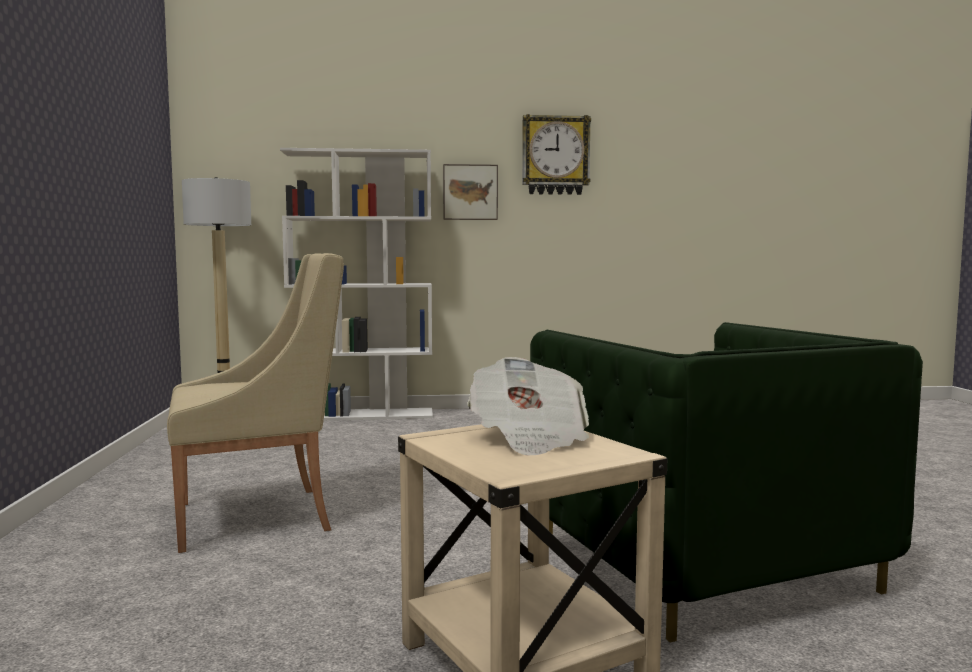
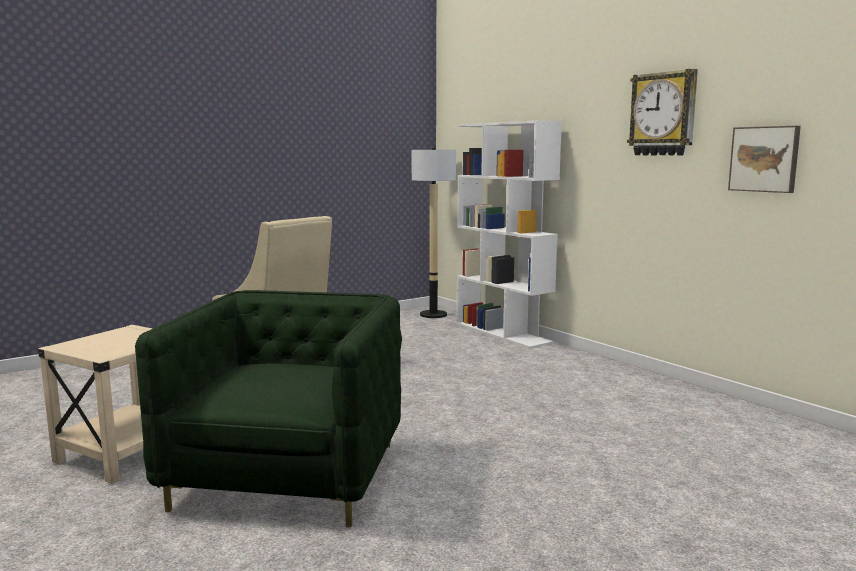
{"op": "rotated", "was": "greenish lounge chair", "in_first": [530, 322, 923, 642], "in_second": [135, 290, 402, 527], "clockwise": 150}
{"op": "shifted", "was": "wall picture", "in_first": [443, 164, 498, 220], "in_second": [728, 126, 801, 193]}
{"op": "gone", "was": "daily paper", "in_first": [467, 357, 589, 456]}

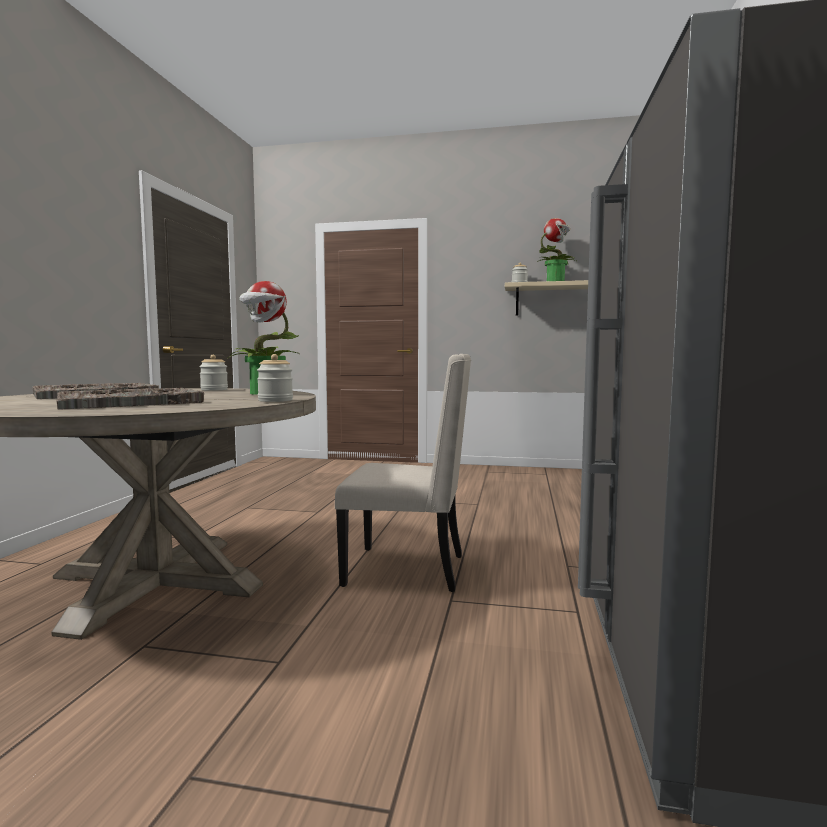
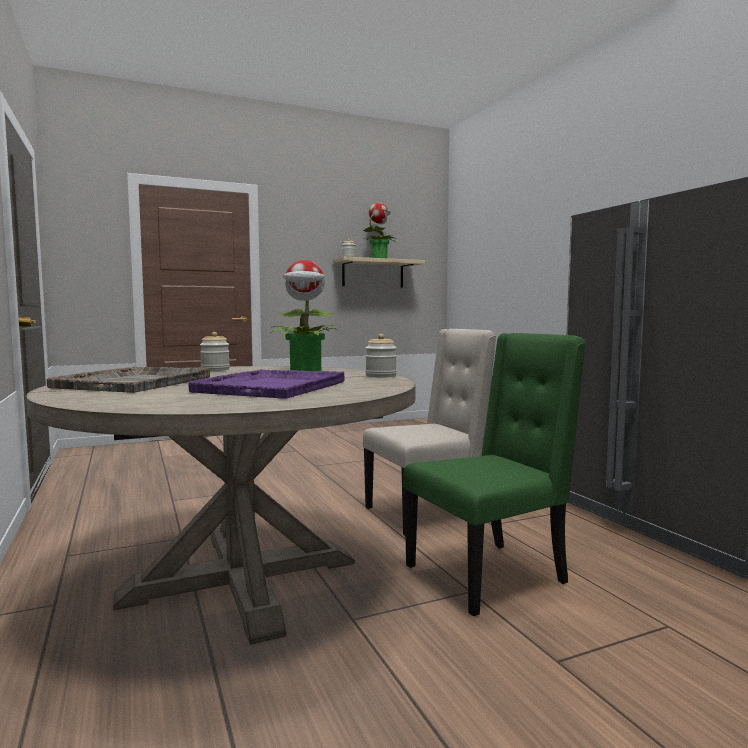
{"op": "repainted", "was": "greyish serving tray", "now": "purplish serving tray", "in_first": [57, 388, 204, 410], "in_second": [188, 369, 345, 399]}
{"op": "new", "now": "greenish chair", "in_second": [403, 333, 586, 616]}

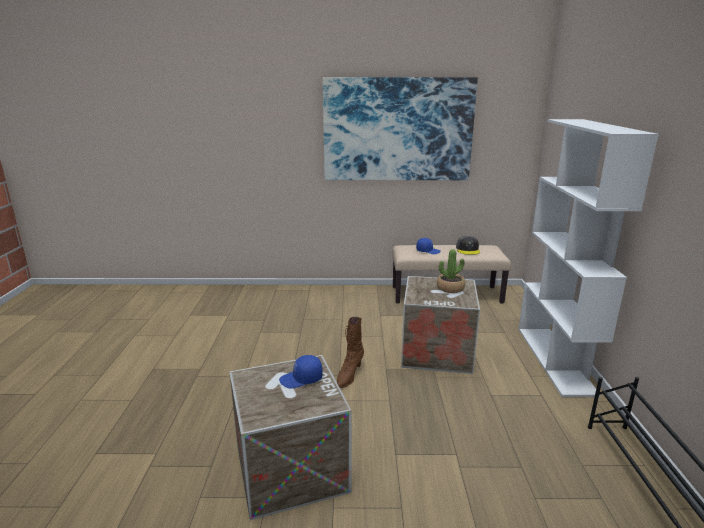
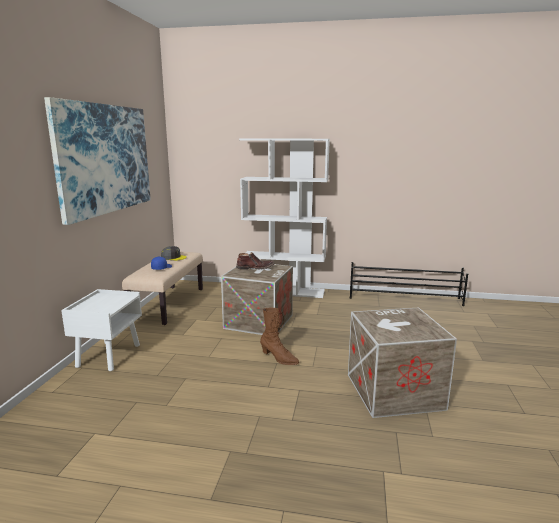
{"op": "new", "now": "white bedside table", "in_second": [61, 289, 142, 371]}
{"op": "swapped", "was": "potted plant", "now": "brown-coloured tall boot", "in_first": [437, 249, 465, 293], "in_second": [236, 252, 275, 270]}
{"op": "gone", "was": "blue cap", "in_first": [279, 355, 323, 388]}

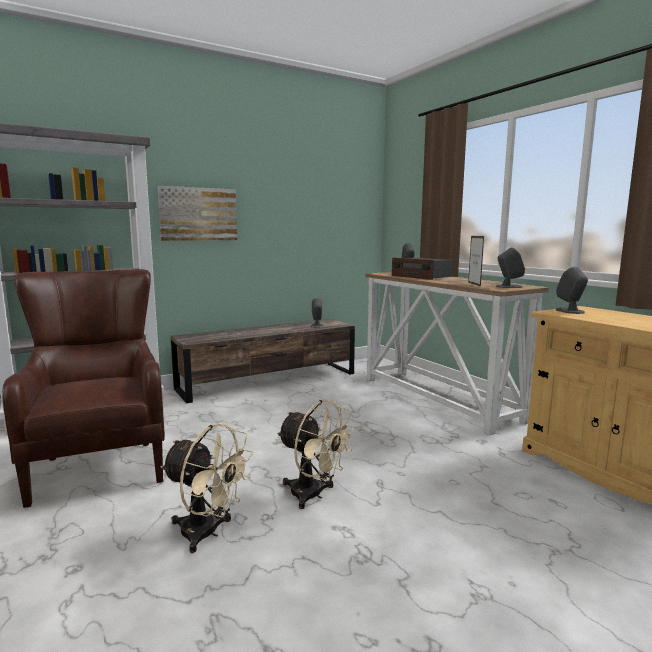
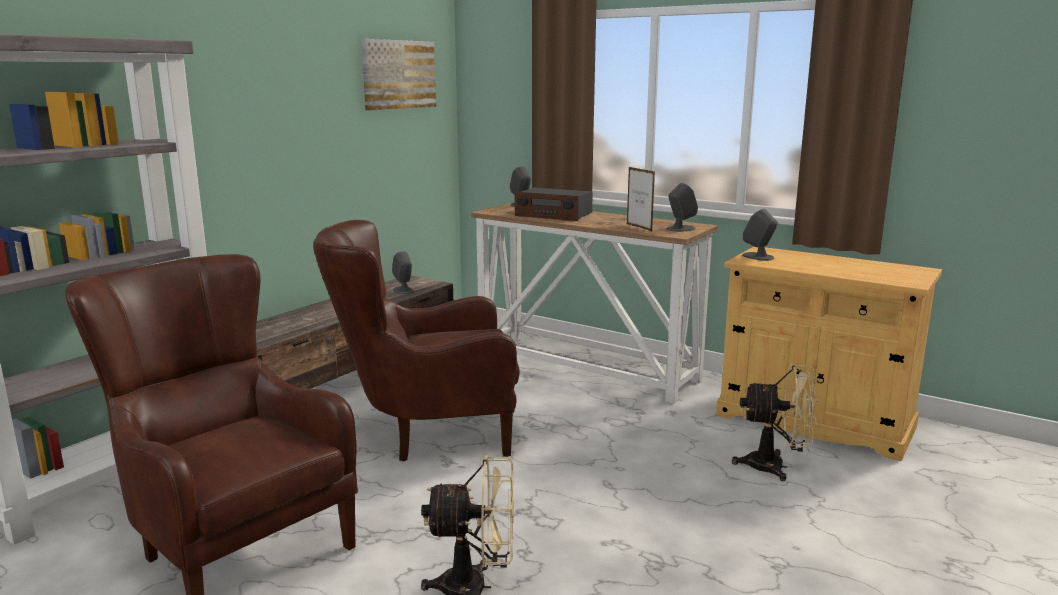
{"op": "new", "now": "brown-coloured lounge chair", "in_second": [313, 220, 520, 461]}
{"op": "shifted", "was": "wall picture", "in_first": [157, 186, 237, 241], "in_second": [361, 39, 436, 111]}
{"op": "shifted", "was": "sand-coloured electric fan", "in_first": [277, 400, 356, 509], "in_second": [732, 364, 819, 481]}

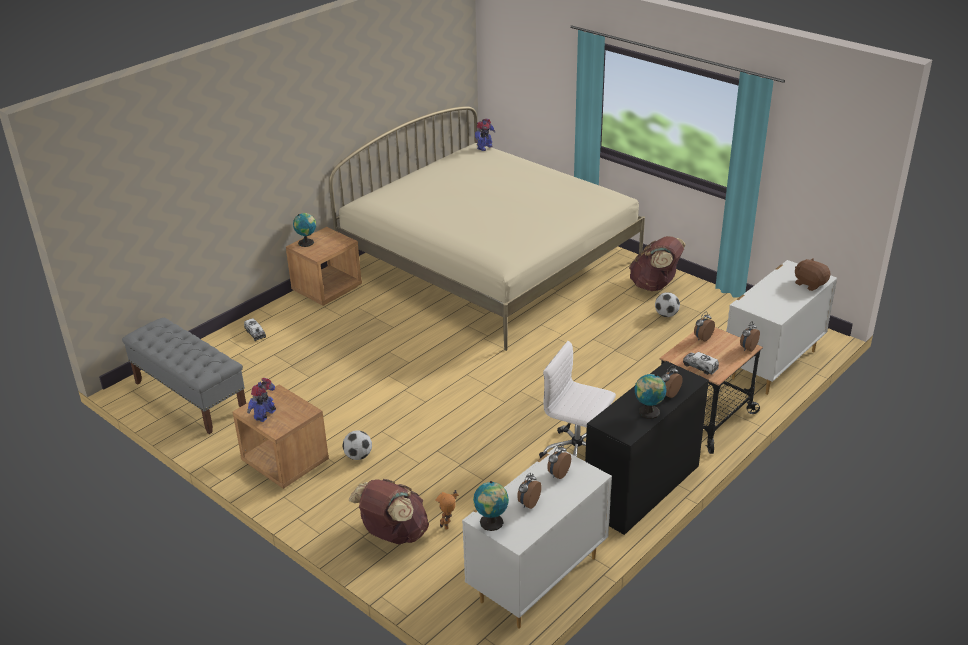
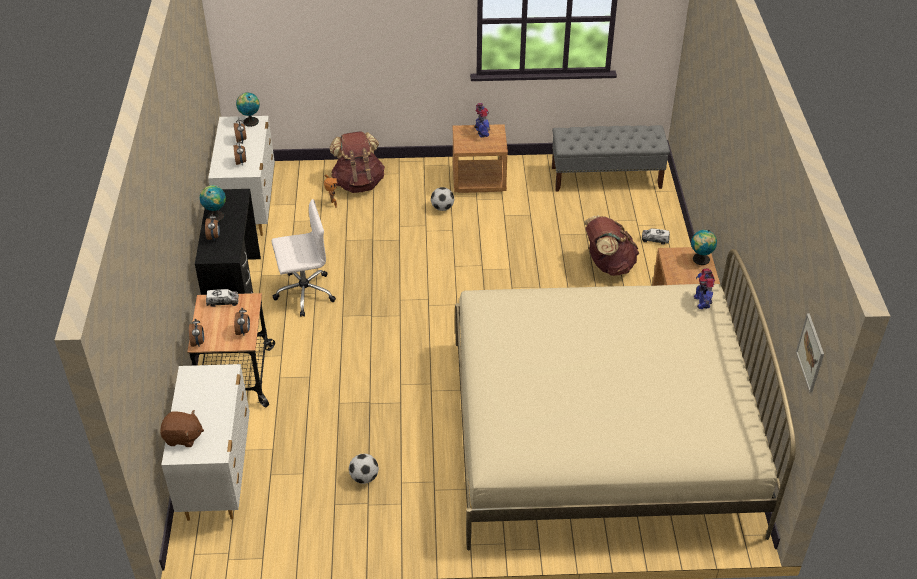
{"op": "shifted", "was": "brown-coloured backpack", "in_first": [629, 236, 686, 291], "in_second": [584, 215, 639, 276]}
{"op": "shifted", "was": "toy robot", "in_first": [475, 119, 496, 151], "in_second": [694, 269, 715, 309]}
{"op": "new", "now": "wall picture", "in_second": [796, 314, 824, 392]}

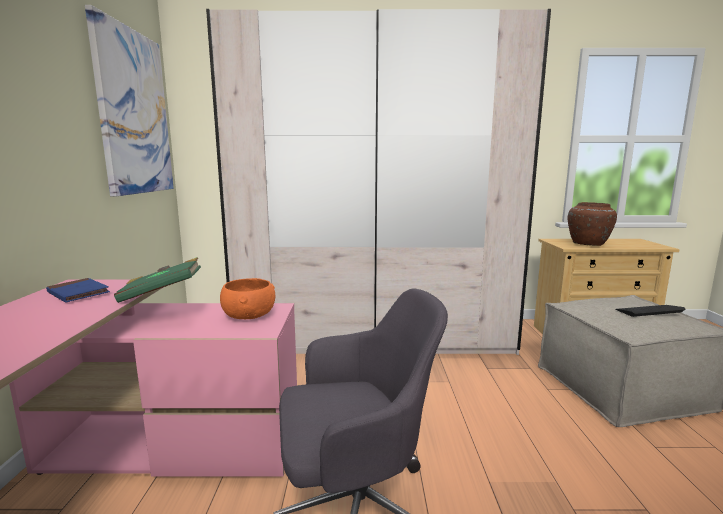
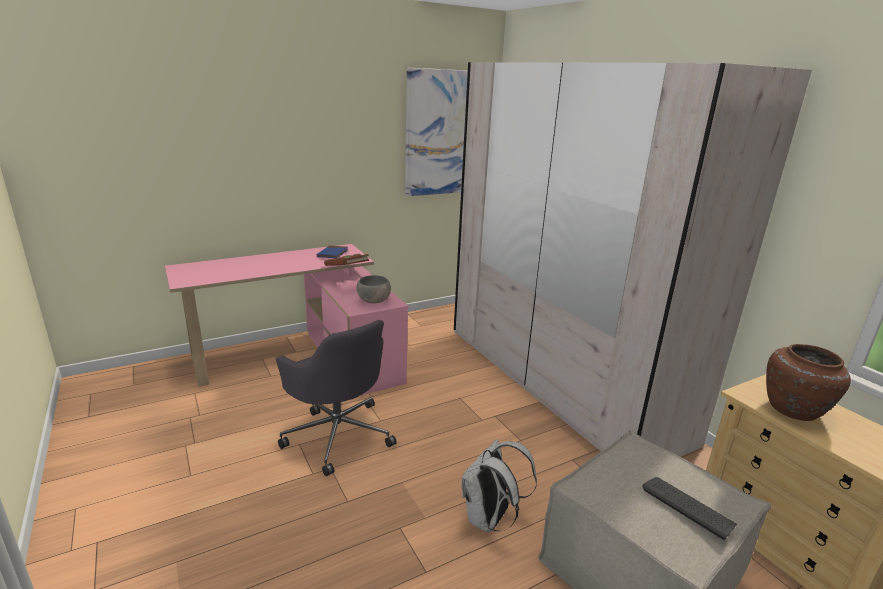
{"op": "repainted", "was": "greenish bound book", "now": "brown-coloured bound book", "in_first": [114, 257, 201, 303], "in_second": [324, 254, 369, 266]}
{"op": "repainted", "was": "orangey bowl", "now": "greyish bowl", "in_first": [220, 278, 275, 320], "in_second": [357, 275, 391, 303]}
{"op": "new", "now": "white backpack", "in_second": [461, 439, 537, 532]}

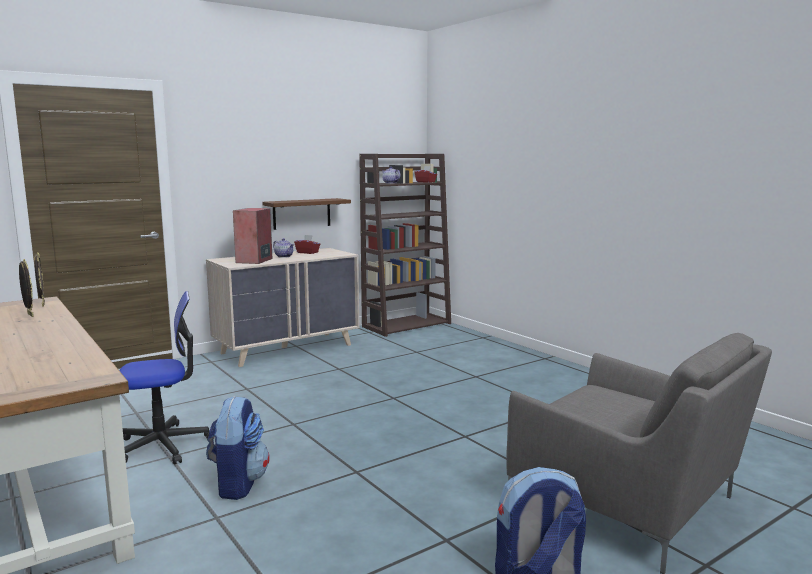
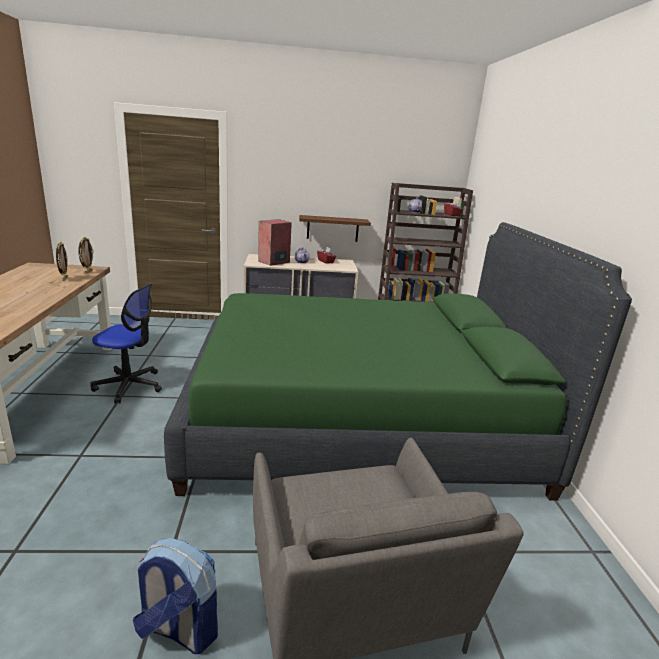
{"op": "new", "now": "greenish bedroom bed", "in_second": [164, 222, 632, 501]}
{"op": "gone", "was": "backpack", "in_first": [206, 396, 270, 500]}

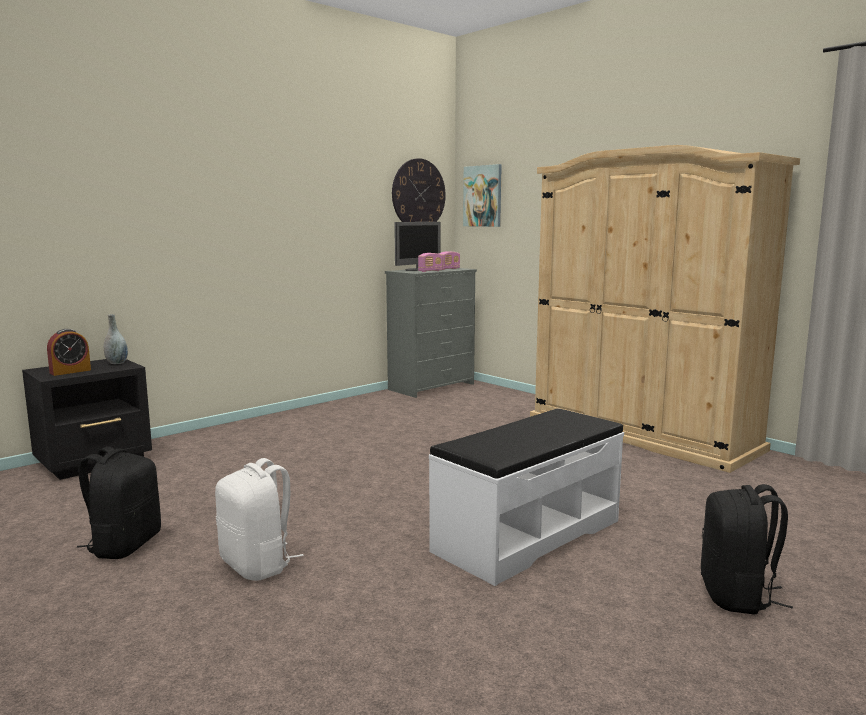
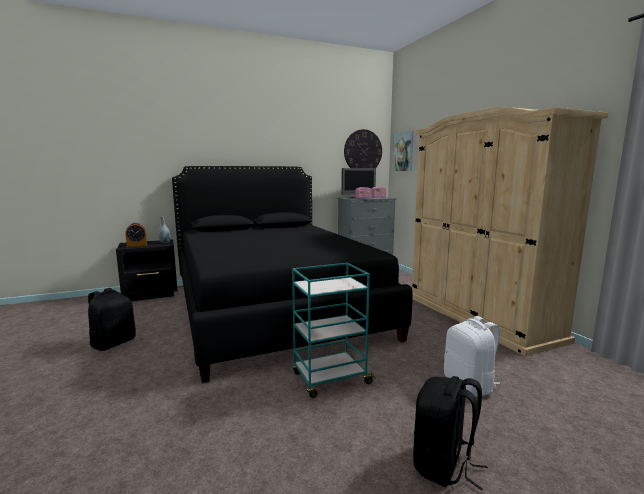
{"op": "new", "now": "blackish bedroom bed", "in_second": [172, 166, 413, 383]}
{"op": "swapped", "was": "white bench", "now": "turquoise wheeled cart", "in_first": [429, 408, 624, 586], "in_second": [292, 263, 376, 398]}
{"op": "shifted", "was": "white backpack", "in_first": [215, 458, 304, 581], "in_second": [444, 316, 500, 397]}

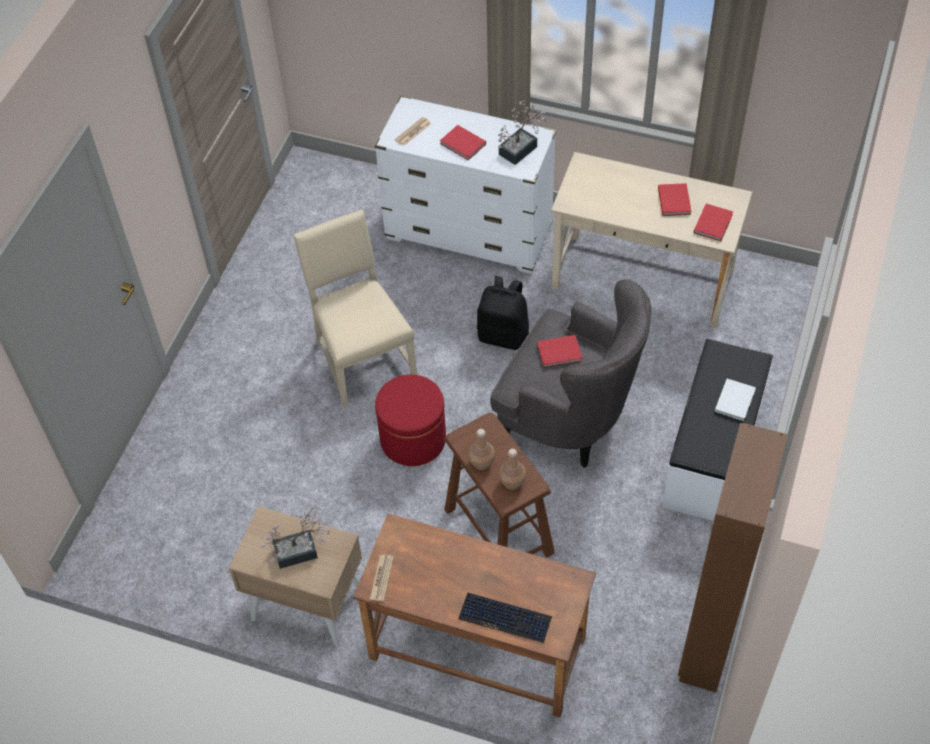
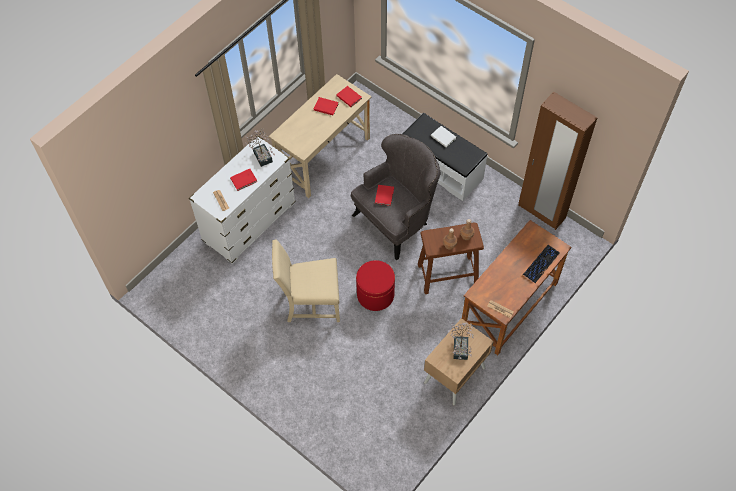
{"op": "gone", "was": "blackish backpack", "in_first": [477, 276, 529, 350]}

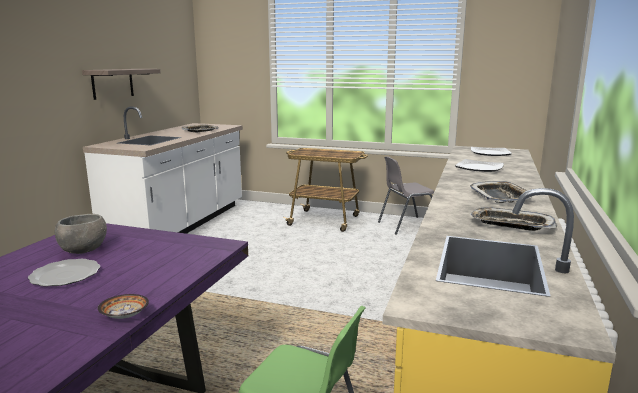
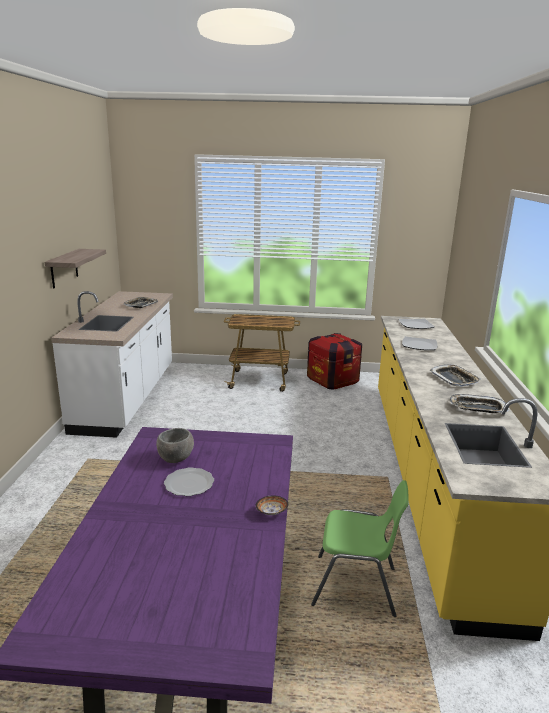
{"op": "swapped", "was": "greyish chair", "now": "packing crate", "in_first": [378, 156, 434, 235], "in_second": [307, 333, 362, 390]}

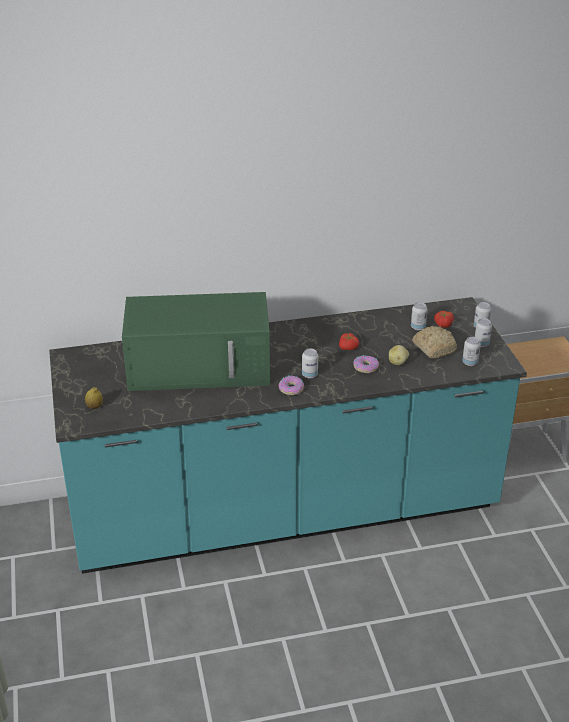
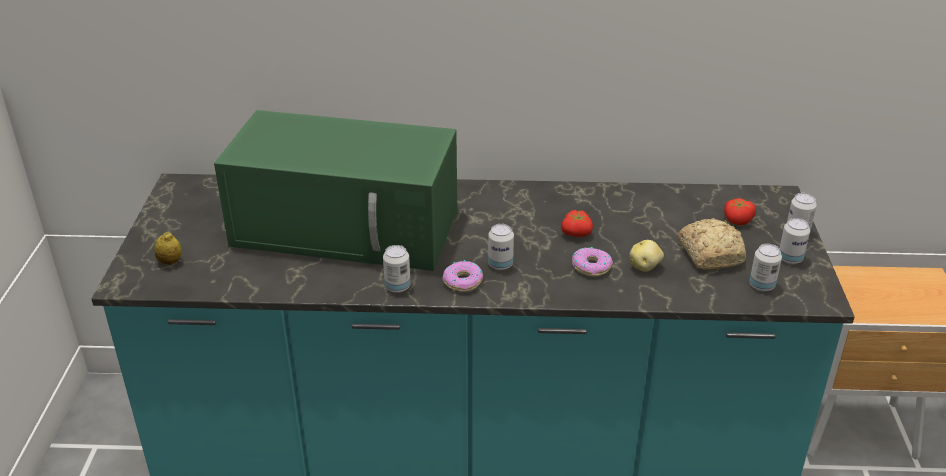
{"op": "shifted", "was": "metal can", "in_first": [411, 302, 428, 331], "in_second": [383, 245, 411, 293]}

